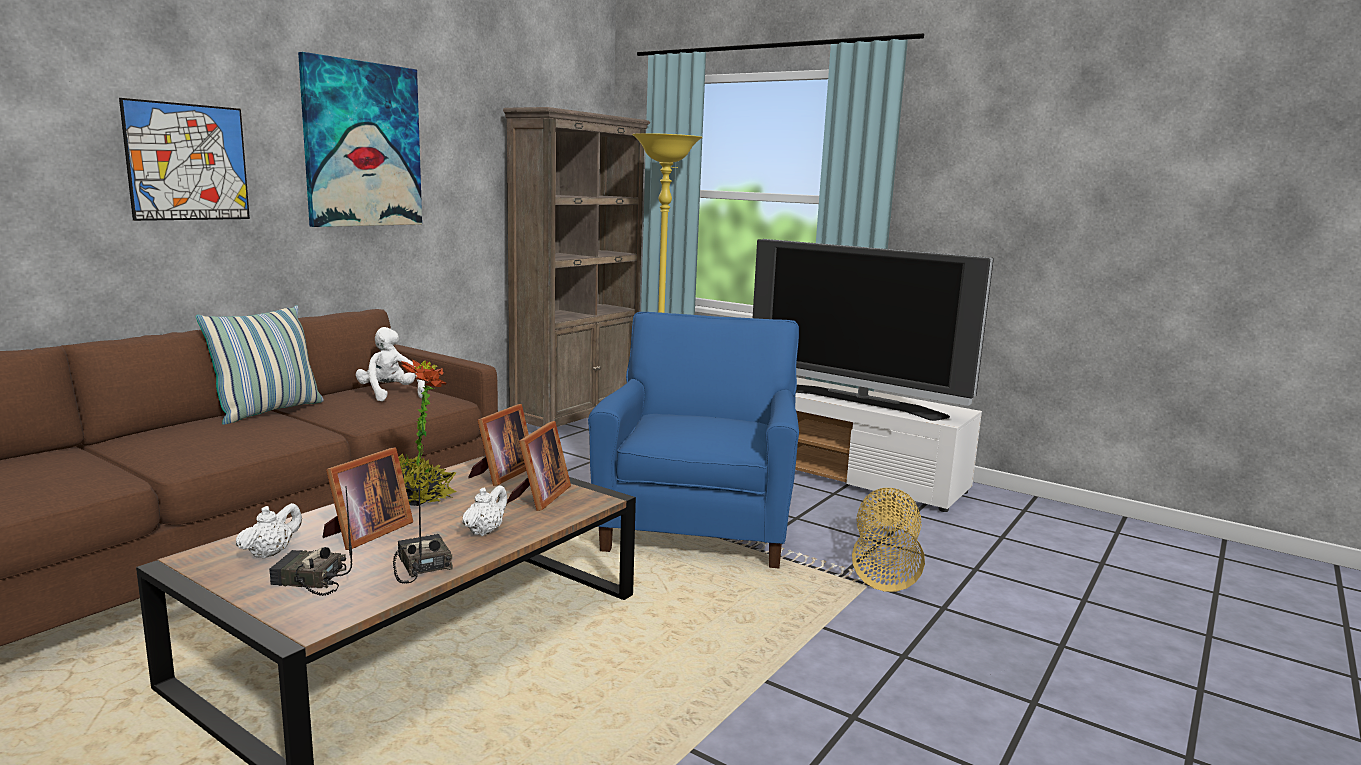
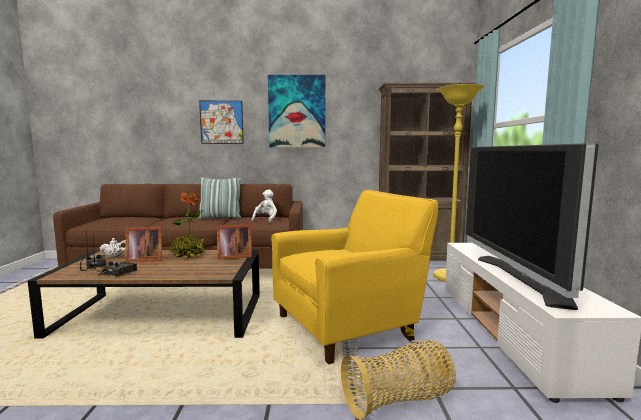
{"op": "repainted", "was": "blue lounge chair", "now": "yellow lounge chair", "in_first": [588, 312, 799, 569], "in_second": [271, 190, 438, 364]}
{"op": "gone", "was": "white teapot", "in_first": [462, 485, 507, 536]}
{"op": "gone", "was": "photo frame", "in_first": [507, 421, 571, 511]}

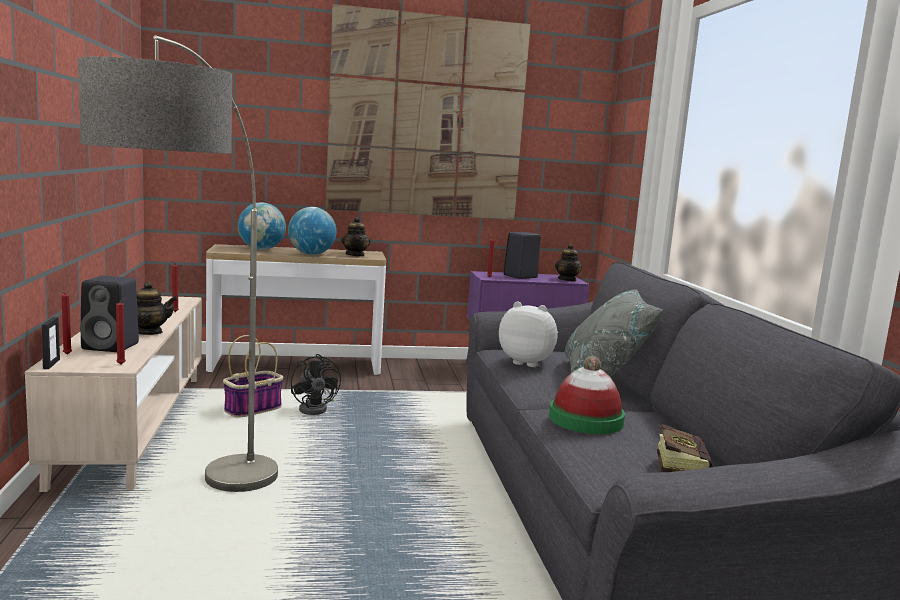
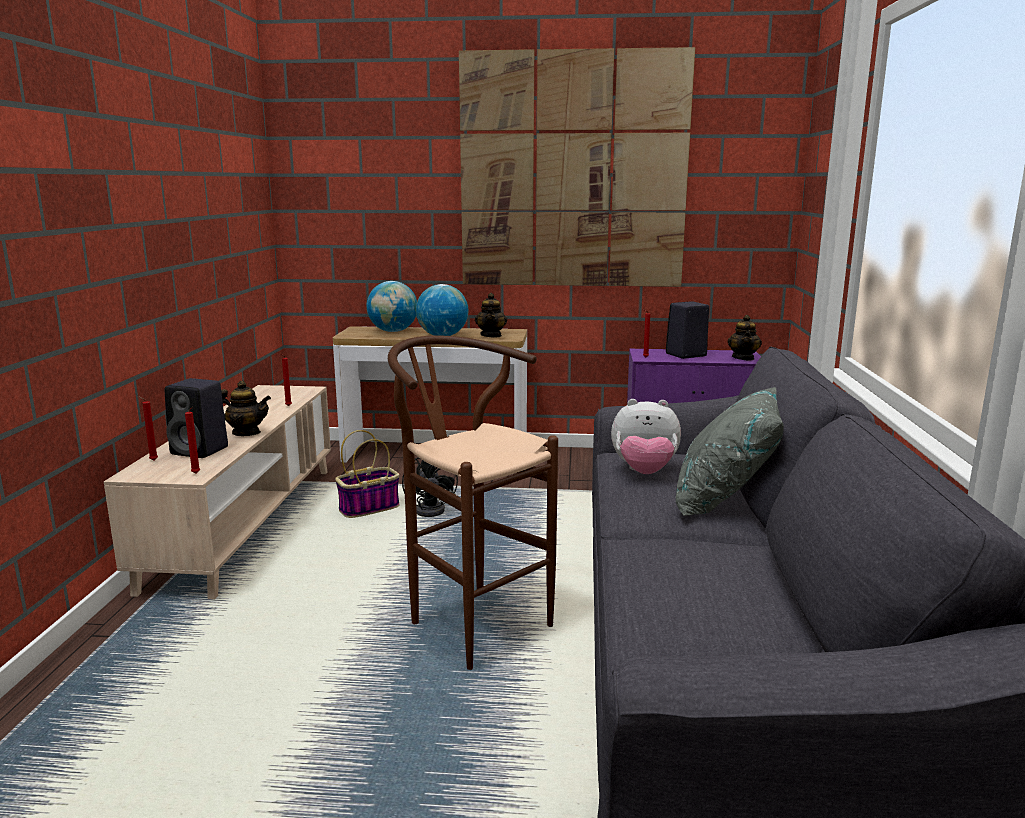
{"op": "new", "now": "brown-coloured stool", "in_second": [388, 336, 558, 670]}
{"op": "rotated", "was": "cuddly toy", "in_first": [499, 301, 558, 367], "in_second": [611, 399, 681, 474], "clockwise": 150}
{"op": "gone", "was": "photo frame", "in_first": [42, 317, 60, 369]}
{"op": "gone", "was": "standing lamp", "in_first": [78, 35, 278, 492]}
{"op": "gone", "was": "wearable hat", "in_first": [549, 356, 625, 434]}
{"op": "gone", "was": "bound book", "in_first": [657, 424, 713, 472]}

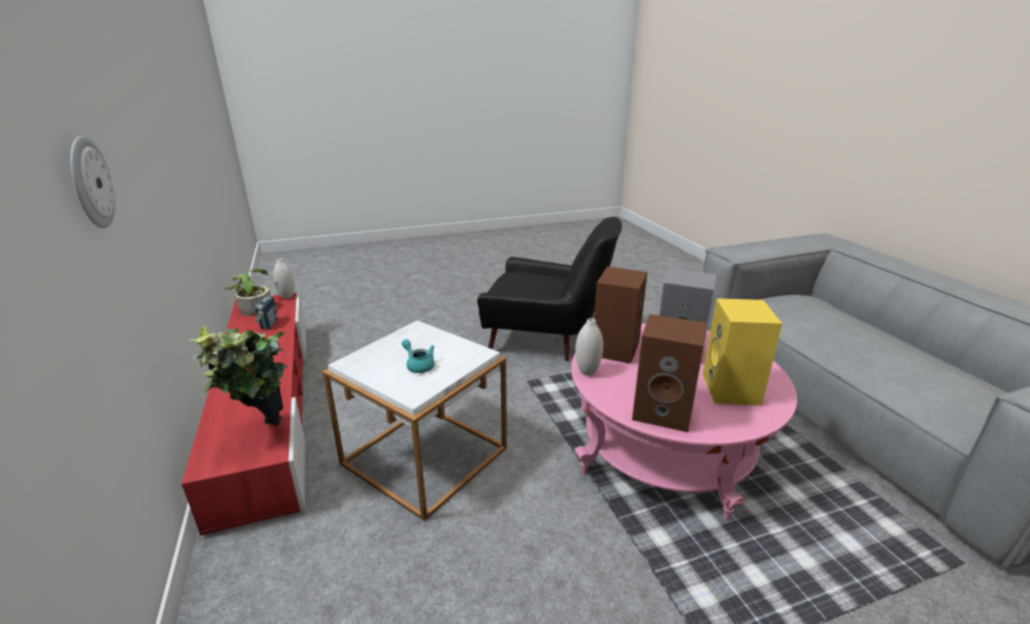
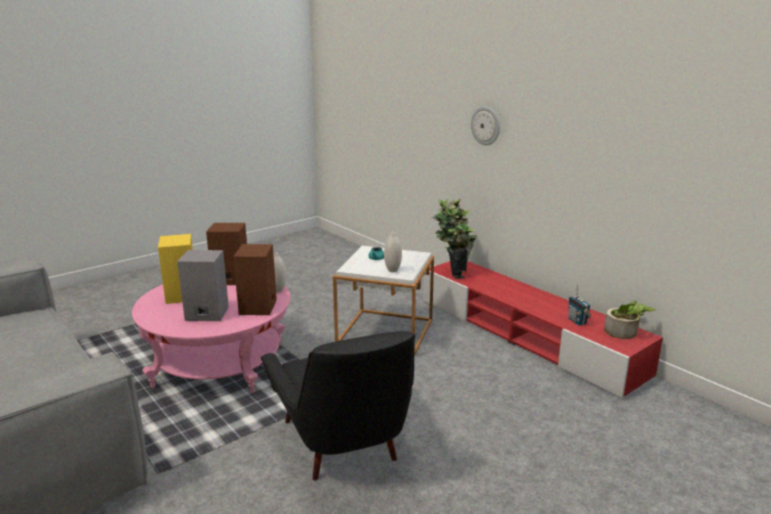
{"op": "rotated", "was": "blackish lounge chair", "in_first": [477, 217, 622, 361], "in_second": [261, 331, 415, 481], "clockwise": -105}
{"op": "shifted", "was": "white flower vase", "in_first": [273, 258, 295, 299], "in_second": [384, 232, 402, 272]}

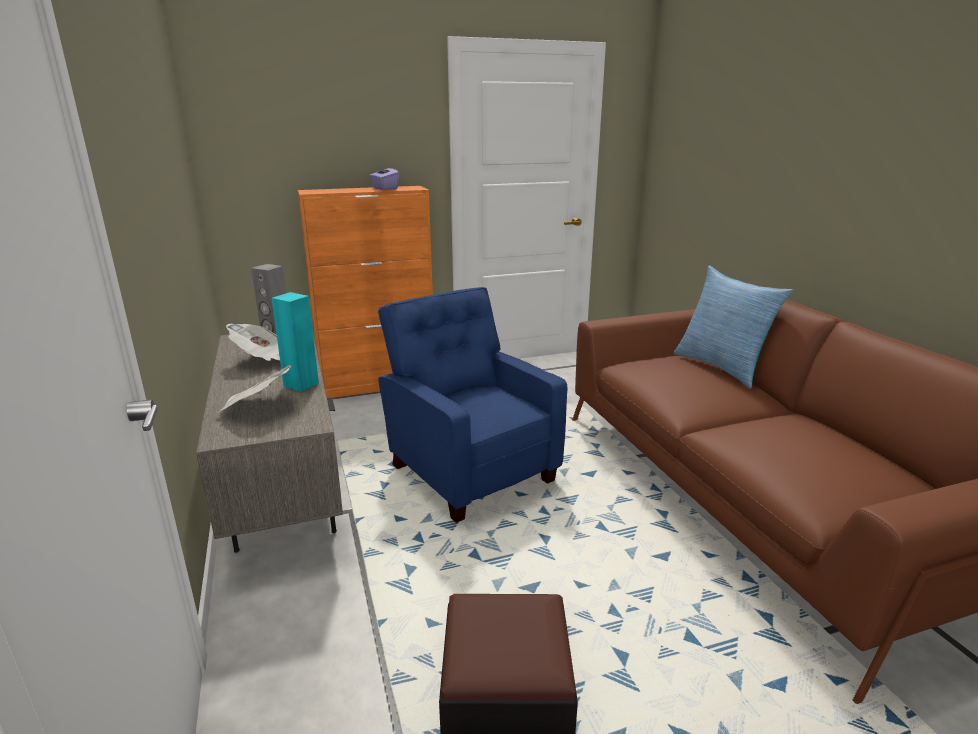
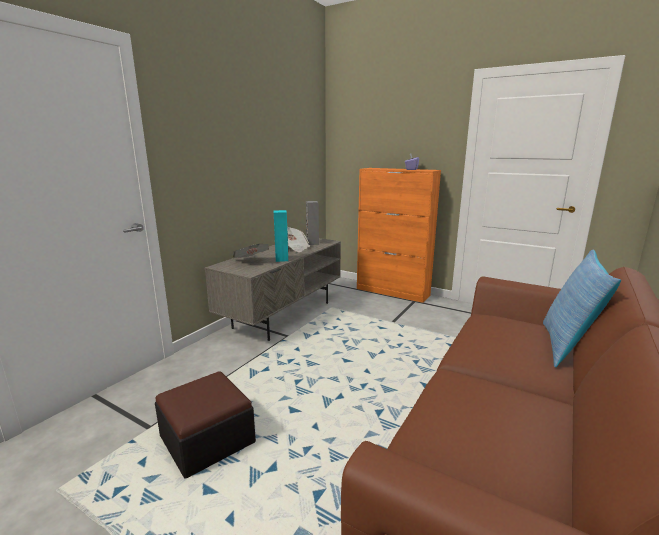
{"op": "gone", "was": "blue lounge chair", "in_first": [378, 287, 567, 523]}

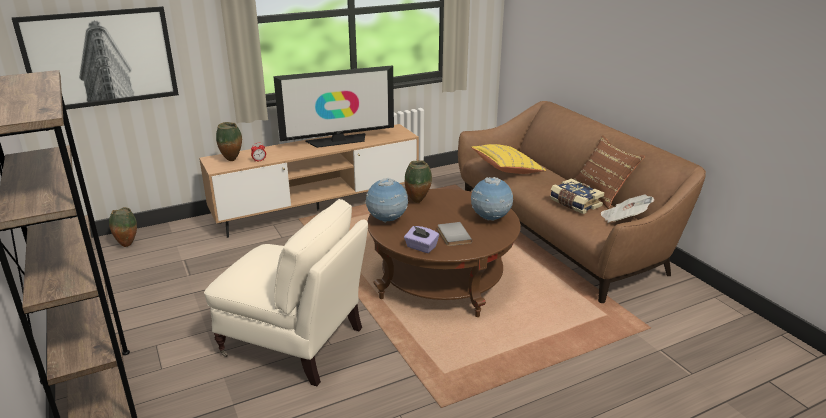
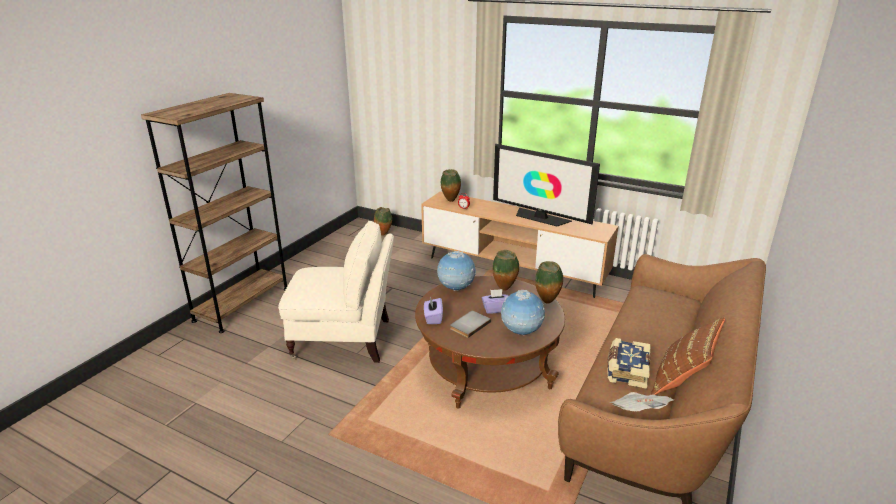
{"op": "rotated", "was": "sand-coloured lounge chair", "in_first": [204, 199, 368, 386], "in_second": [278, 221, 394, 363], "clockwise": -75}
{"op": "new", "now": "purplish tissue holder", "in_second": [482, 289, 508, 314]}
{"op": "new", "now": "flower vase", "in_second": [535, 261, 563, 303]}
{"op": "gone", "was": "wall picture", "in_first": [12, 6, 179, 110]}
{"op": "gone", "was": "yellow throw pillow", "in_first": [471, 144, 546, 174]}

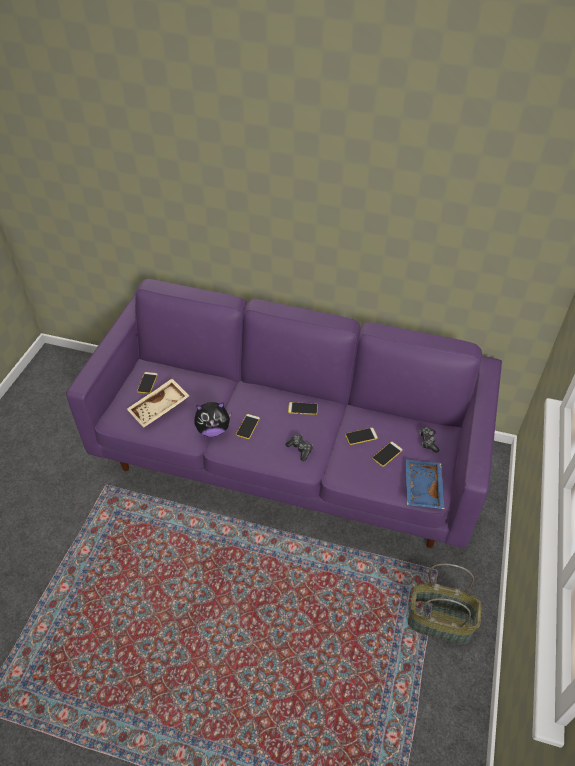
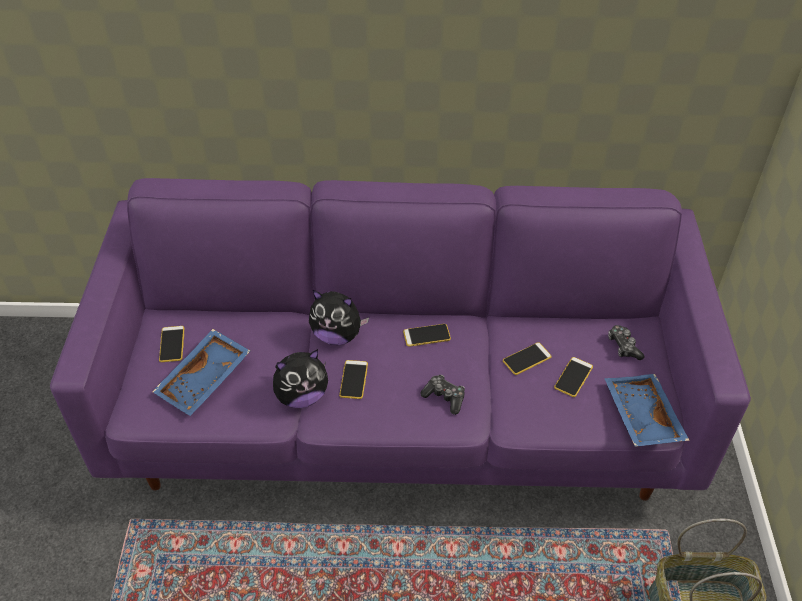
{"op": "repainted", "was": "sand-coloured serving tray", "now": "blue serving tray", "in_first": [127, 379, 189, 428], "in_second": [152, 329, 250, 416]}
{"op": "new", "now": "cuddly toy", "in_second": [309, 290, 369, 345]}

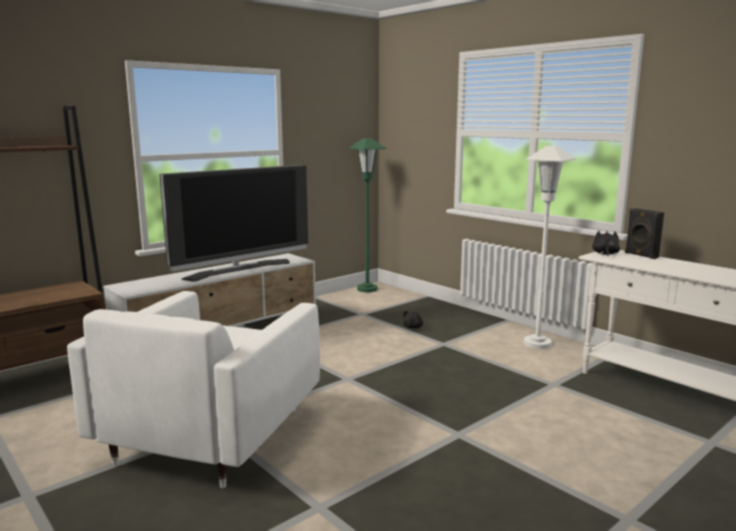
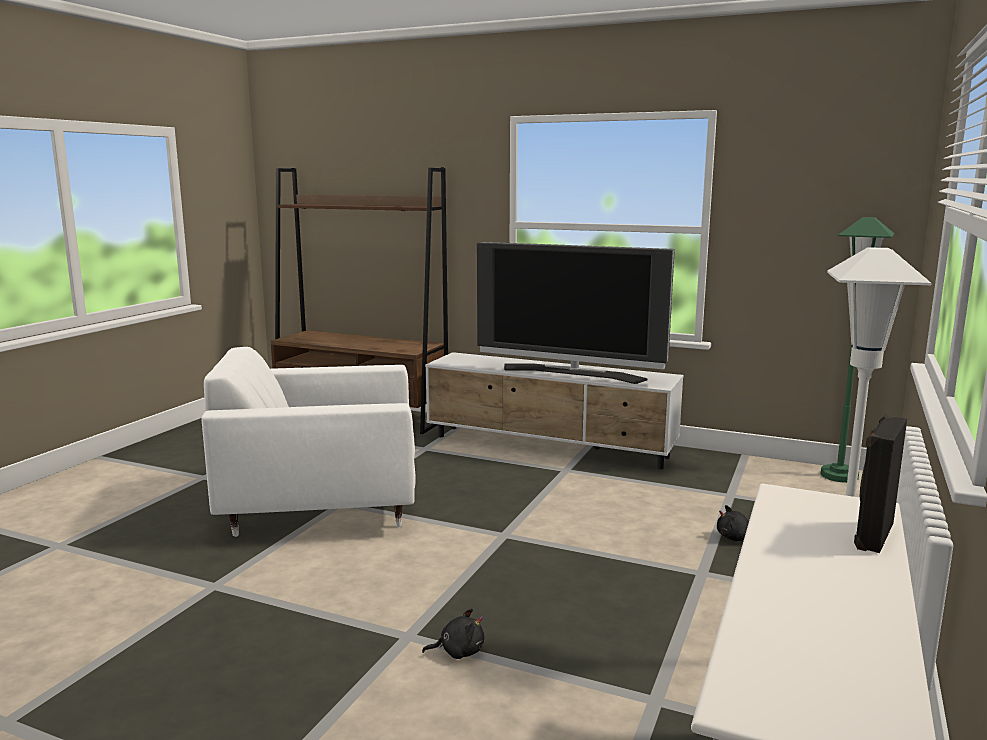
{"op": "shifted", "was": "blackish cuddly toy", "in_first": [592, 231, 620, 256], "in_second": [422, 608, 484, 659]}

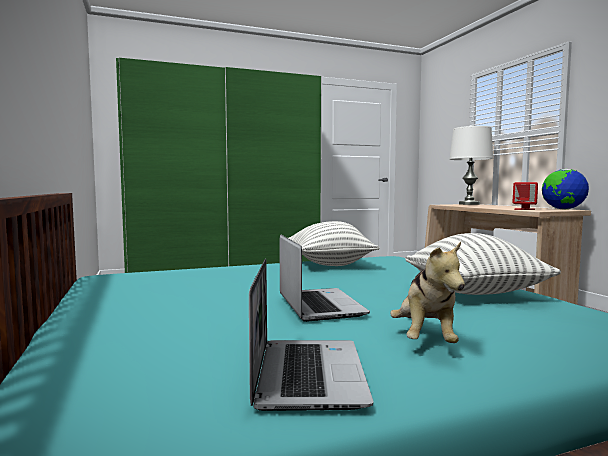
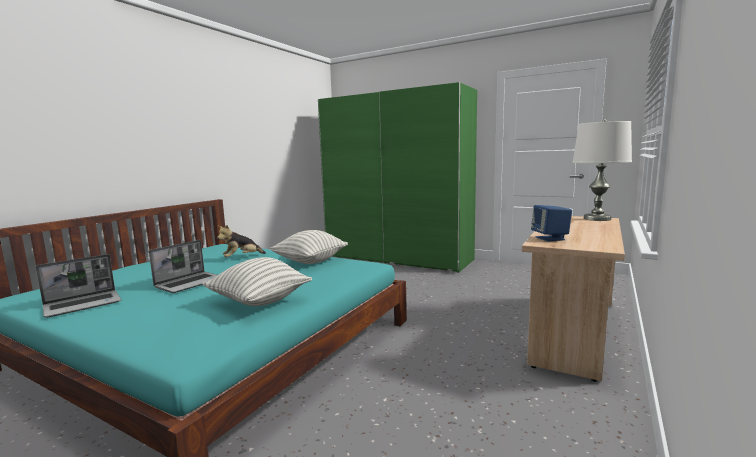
{"op": "shifted", "was": "cuddly toy", "in_first": [390, 241, 465, 343], "in_second": [217, 225, 266, 257]}
{"op": "repainted", "was": "reddish speaker", "now": "blue speaker", "in_first": [512, 182, 538, 210], "in_second": [531, 205, 572, 241]}
{"op": "gone", "was": "world globe", "in_first": [542, 169, 589, 210]}

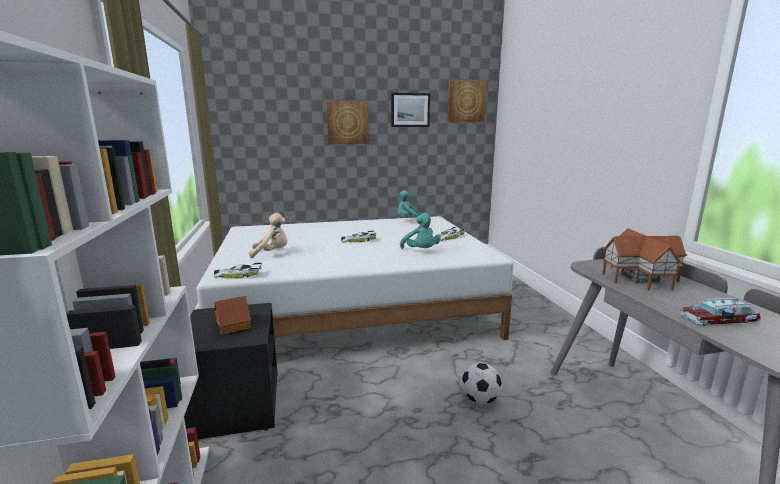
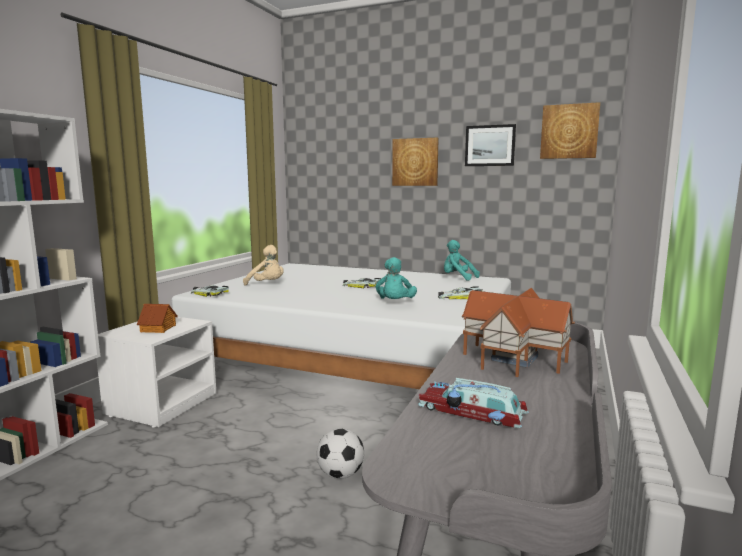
{"op": "repainted", "was": "blackish bedside table", "now": "white bedside table", "in_first": [184, 303, 278, 441], "in_second": [96, 317, 216, 427]}

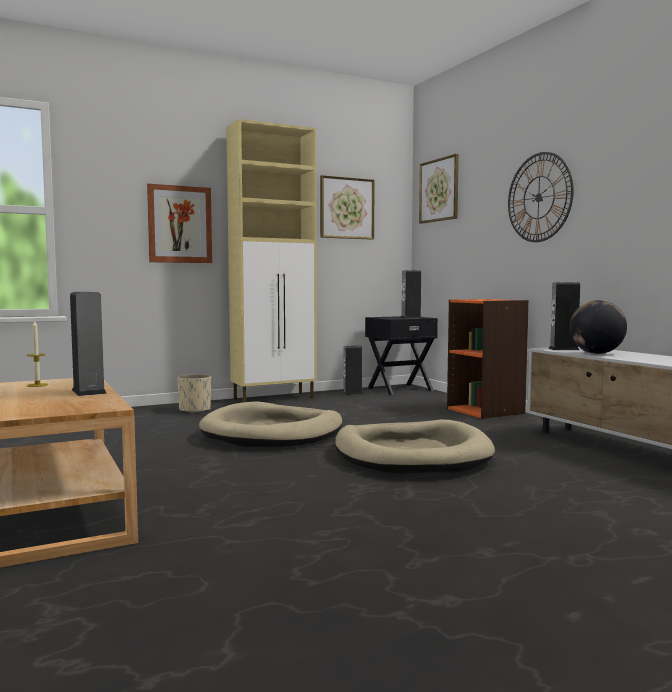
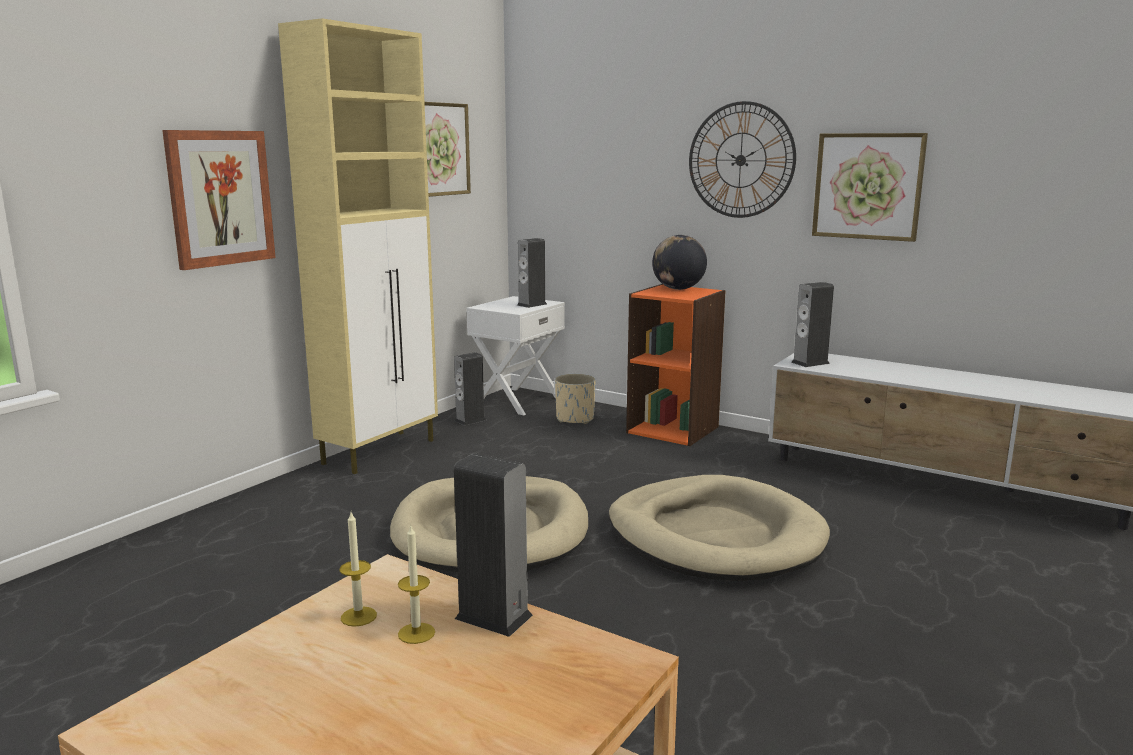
{"op": "new", "now": "candle", "in_second": [398, 526, 435, 644]}
{"op": "repainted", "was": "blackish bedside table", "now": "white bedside table", "in_first": [365, 316, 438, 395], "in_second": [466, 296, 565, 415]}
{"op": "shifted", "was": "sand-coloured flower pot", "in_first": [177, 374, 211, 413], "in_second": [555, 374, 596, 424]}
{"op": "shifted", "was": "world globe", "in_first": [569, 300, 627, 354], "in_second": [652, 235, 707, 290]}
{"op": "shifted", "was": "wall picture", "in_first": [419, 154, 459, 224], "in_second": [812, 133, 928, 242]}

